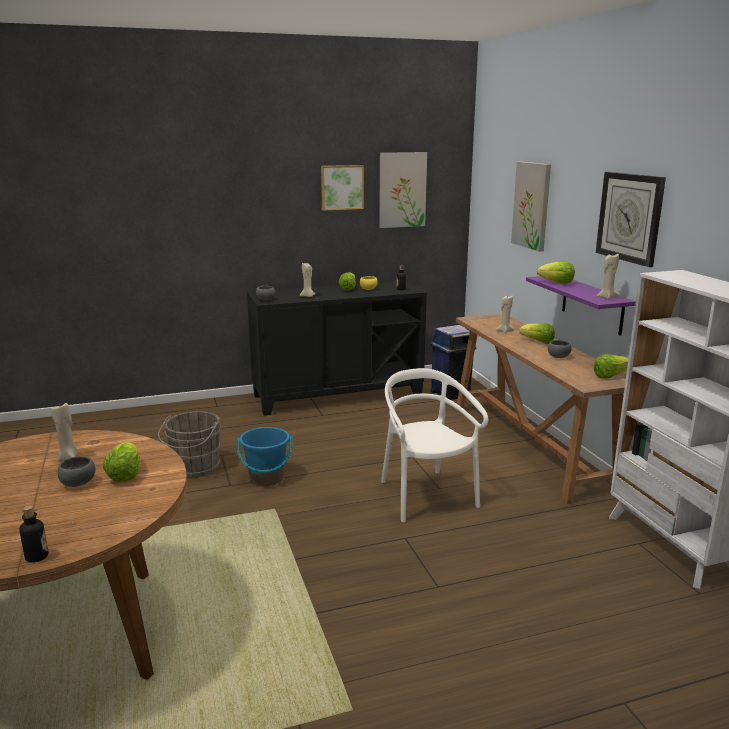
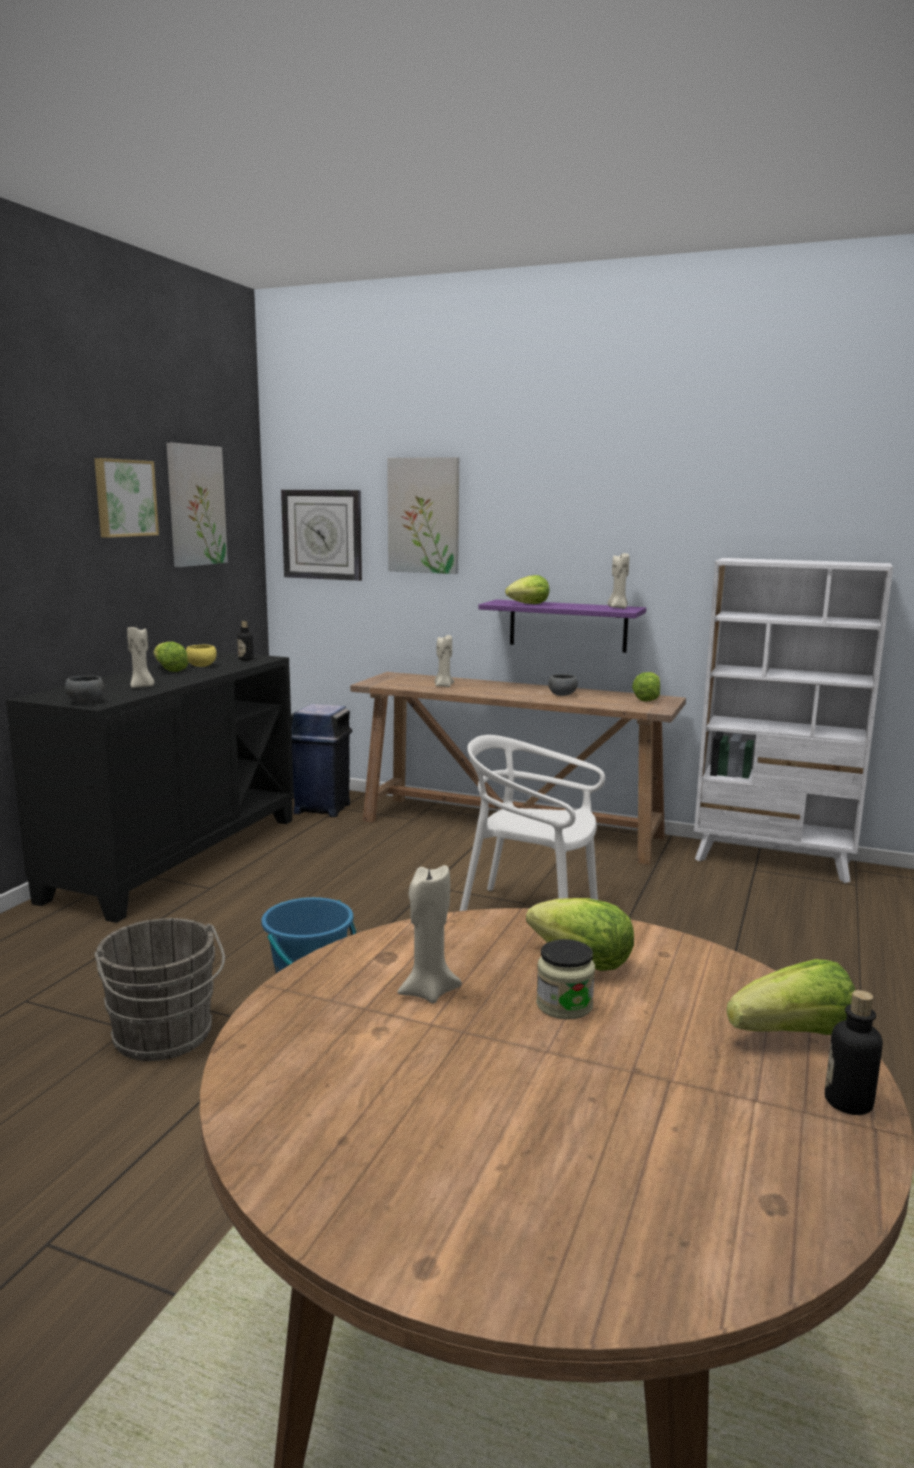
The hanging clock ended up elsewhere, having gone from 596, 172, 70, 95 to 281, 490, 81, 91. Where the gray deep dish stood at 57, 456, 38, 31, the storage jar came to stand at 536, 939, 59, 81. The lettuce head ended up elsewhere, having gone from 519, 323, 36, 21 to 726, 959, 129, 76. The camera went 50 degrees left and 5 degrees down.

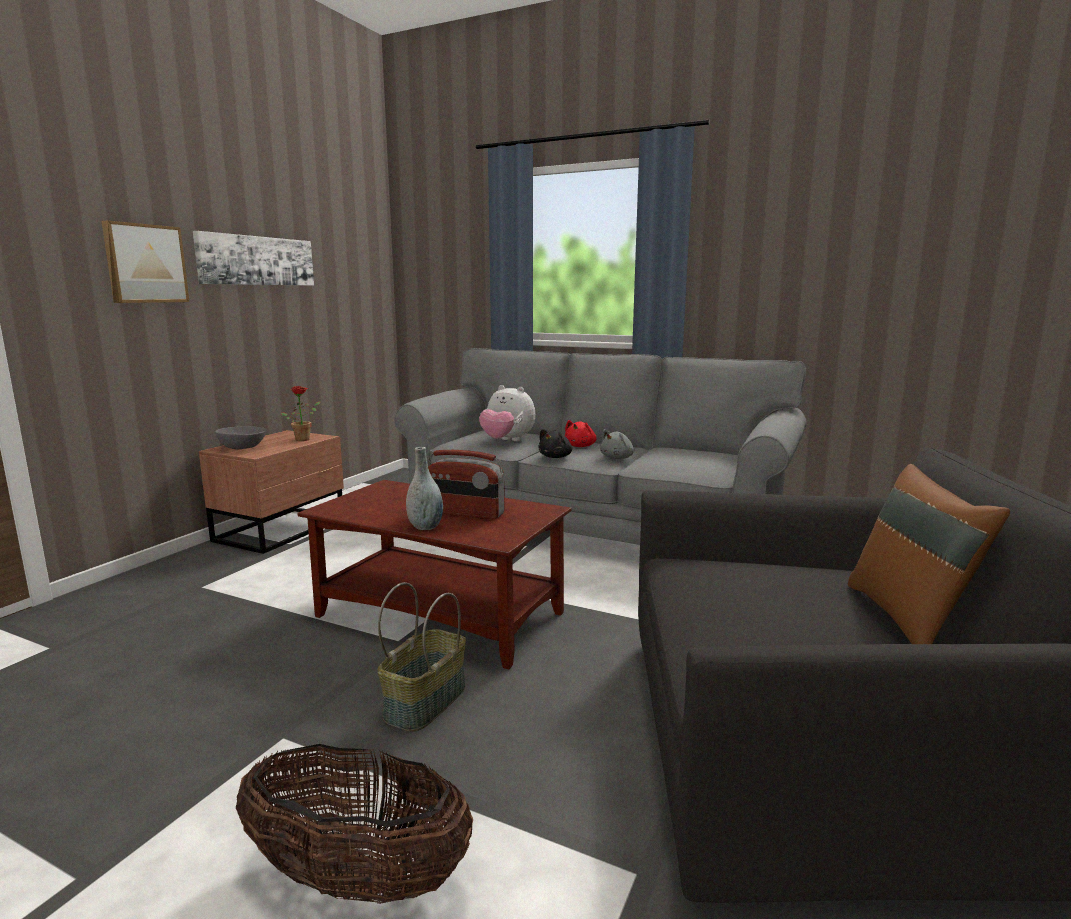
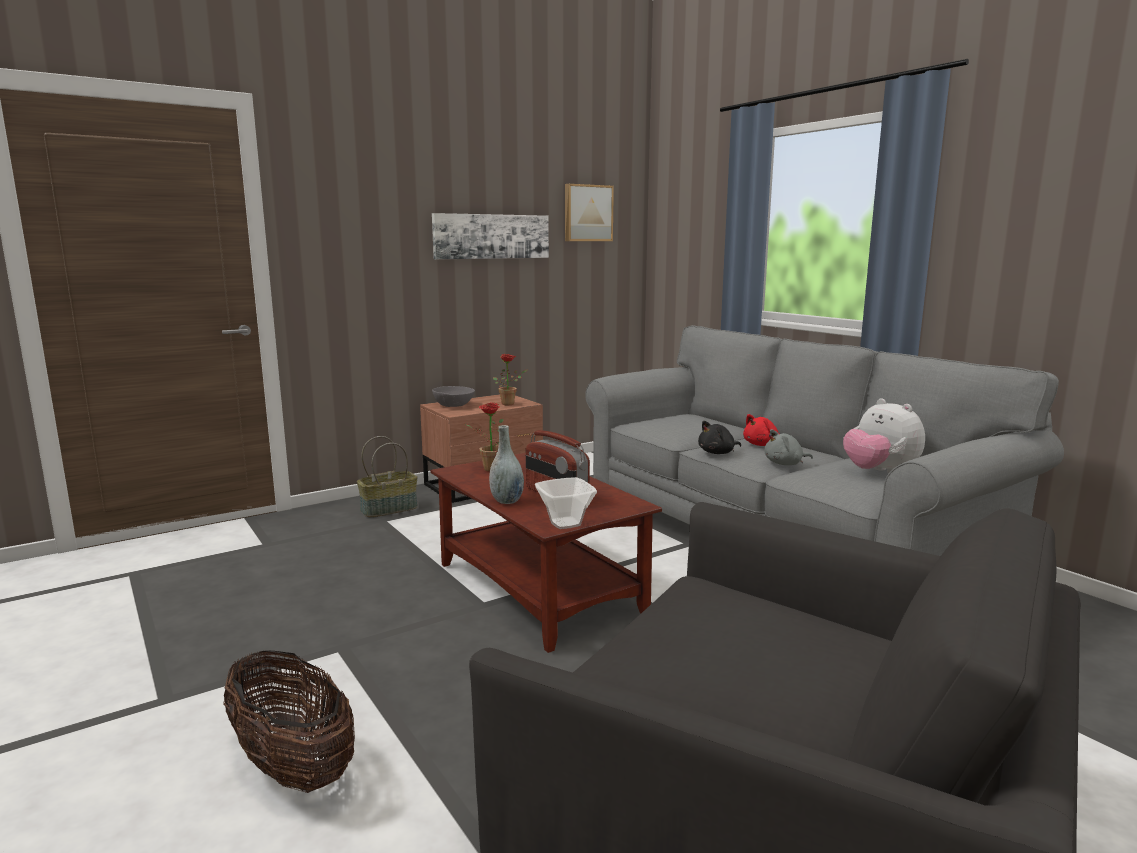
The storage basket ended up elsewhere, having gone from 377, 582, 89, 150 to 357, 436, 61, 81. The second view gained the houseplant at 465, 402, 39, 70. The second view gained the deep dish at 535, 477, 62, 52. The picture ended up elsewhere, having gone from 101, 220, 89, 83 to 565, 184, 49, 57. The soft toy ended up elsewhere, having gone from 479, 385, 56, 56 to 843, 398, 82, 75. The second view lost the brown-coloured cushion at 848, 464, 162, 180. The camera went 30 degrees right and 0 degrees up.

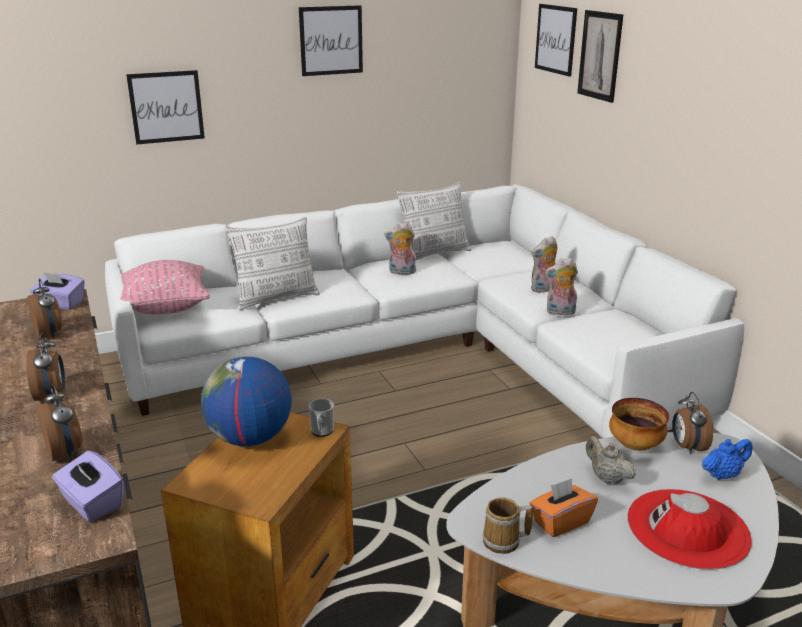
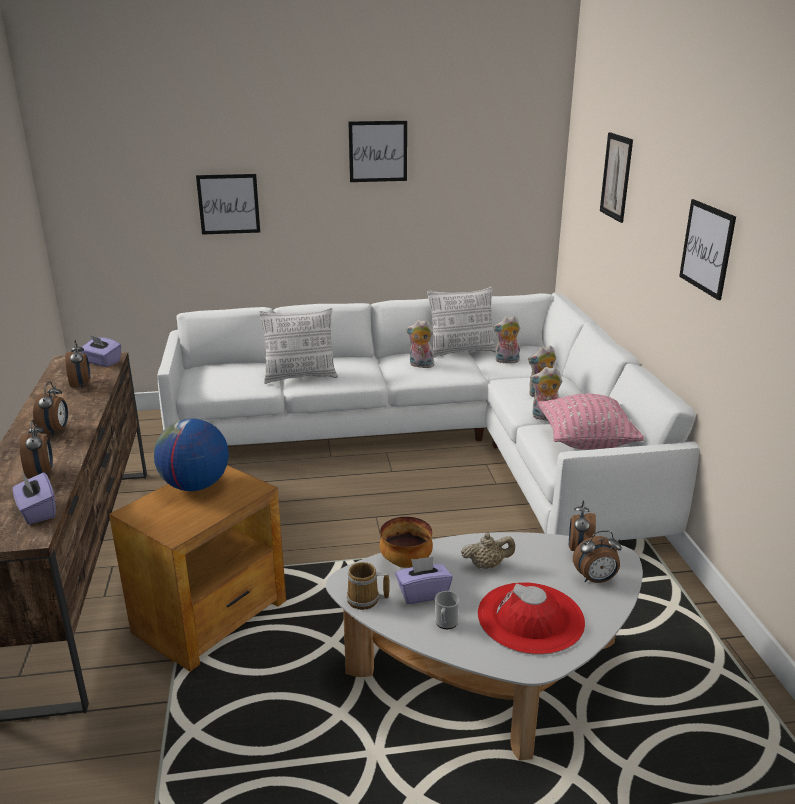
The deep dish ended up elsewhere, having gone from 609, 398, 60, 53 to 380, 517, 53, 51. What was the orange-coloured tissue box at 530, 478, 68, 59 turned into the purple tissue box at 395, 557, 58, 47. The tea mug ended up elsewhere, having gone from 308, 399, 26, 38 to 435, 591, 25, 38. The sand-coloured tea pot at 586, 436, 50, 48 ended up facing another way, 105 degrees clockwise from before. The second view gained the soft toy at 493, 316, 27, 47. The pinkish cushion ended up elsewhere, having gone from 120, 260, 90, 54 to 538, 394, 106, 56. Where the blue-coloured tea pot stood at 701, 439, 51, 41, the alarm clock came to stand at 573, 530, 49, 53. The picture ended up elsewhere, having gone from 535, 4, 42, 73 to 679, 199, 57, 101. The camera went 15 degrees right and 0 degrees up.

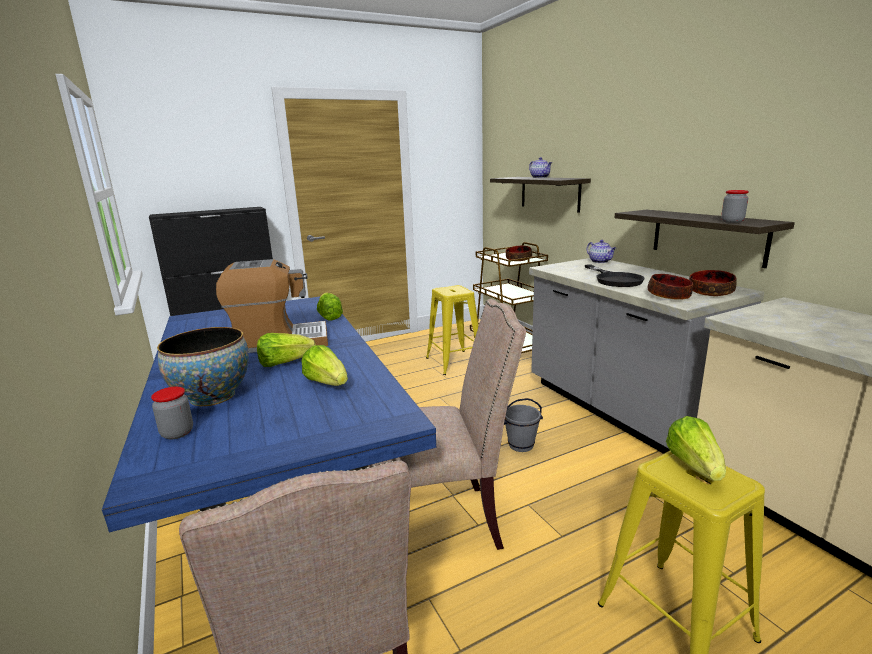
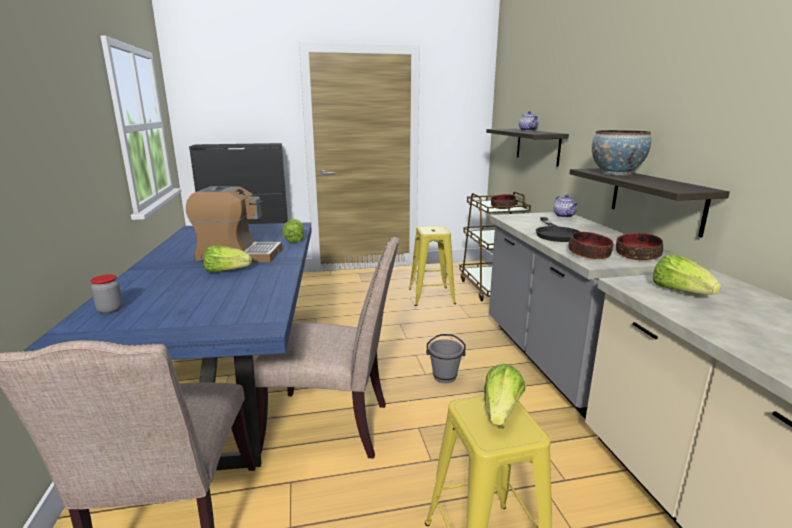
The deep dish ended up elsewhere, having gone from 157, 327, 92, 79 to 592, 130, 59, 45. The lettuce head ended up elsewhere, having gone from 301, 345, 47, 41 to 653, 254, 68, 41. The second view lost the storage jar at 721, 190, 28, 33. The camera went 15 degrees right and 0 degrees up.

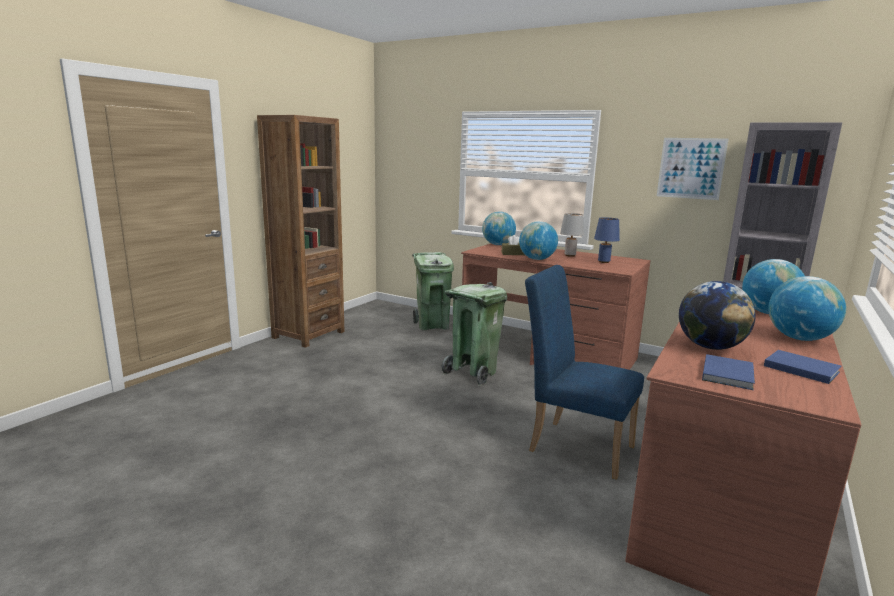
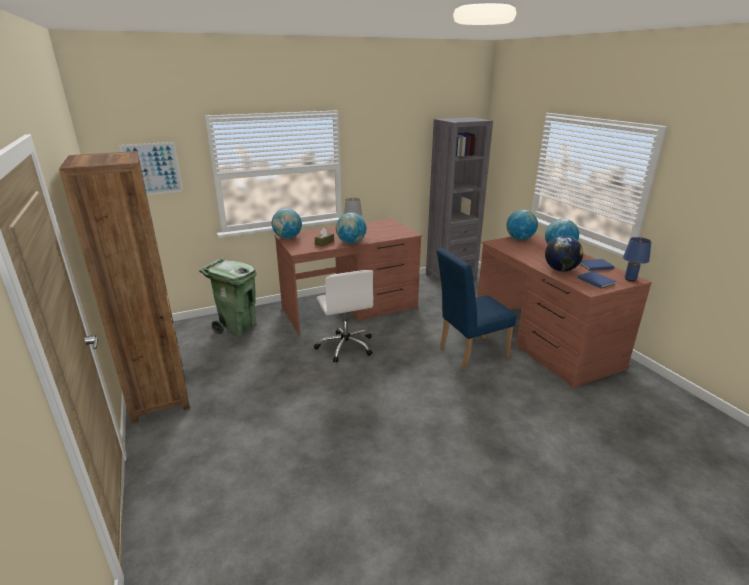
The picture ended up elsewhere, having gone from 657, 138, 72, 62 to 119, 142, 64, 53. Where the green rubbish bin stood at 441, 282, 66, 104, the whitish desk chair came to stand at 314, 270, 60, 93. The blue-coloured tabletop lamp ended up elsewhere, having gone from 594, 217, 26, 46 to 623, 237, 28, 44. The camera went 55 degrees left and 10 degrees up.

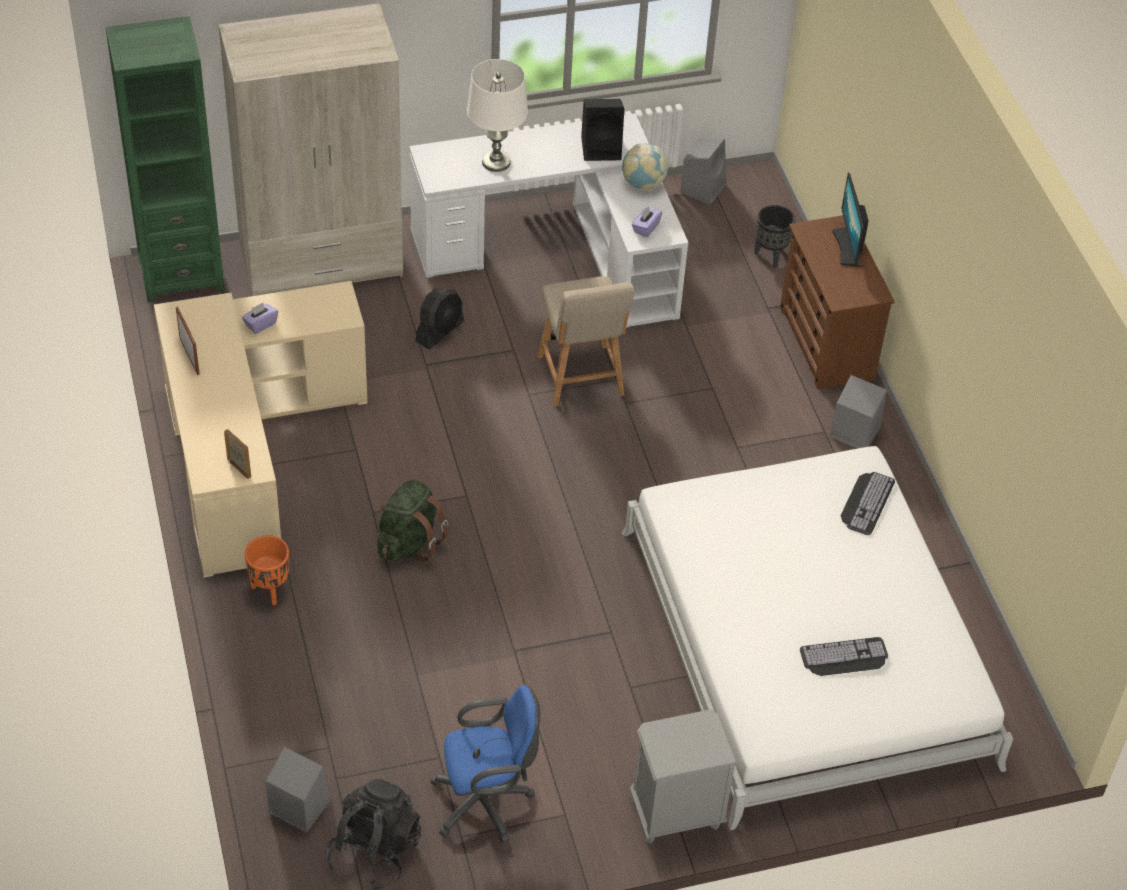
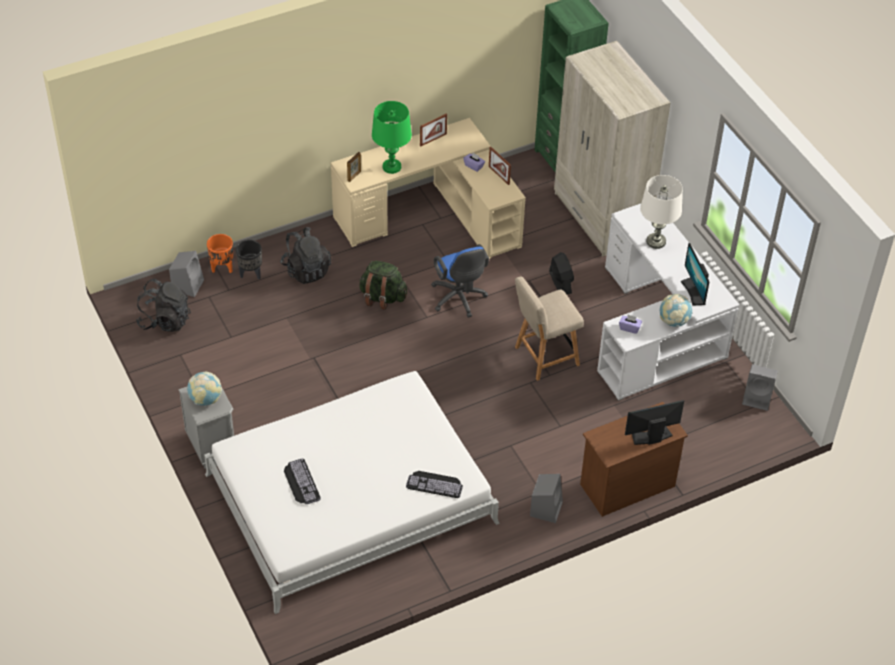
The second view gained the desk globe at 187, 371, 35, 35. The orange-coloured plant pot ended up elsewhere, having gone from 245, 535, 44, 70 to 207, 234, 26, 39. The blackish plant pot ended up elsewhere, having gone from 754, 205, 41, 63 to 236, 240, 26, 39. The second view gained the blackish rucksack at 280, 227, 51, 57. The second view gained the green tabletop lamp at 372, 101, 40, 73. The blue-coloured desk chair ended up elsewhere, having gone from 430, 685, 110, 158 to 431, 244, 58, 74. The second view gained the picture frame at 489, 147, 22, 38. The blackish electric fan at 415, 288, 49, 62 ended up facing another way, 135 degrees counterclockwise from before. Where the blackish audio speaker stood at 581, 99, 43, 62, the computer screen came to stand at 681, 243, 28, 63. The camera went 80 degrees right and 0 degrees up.

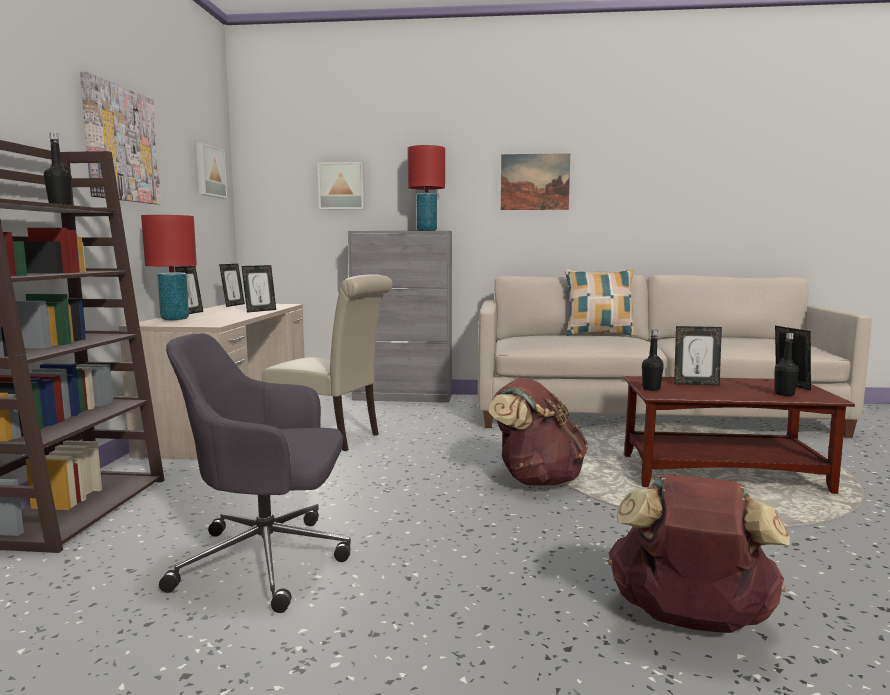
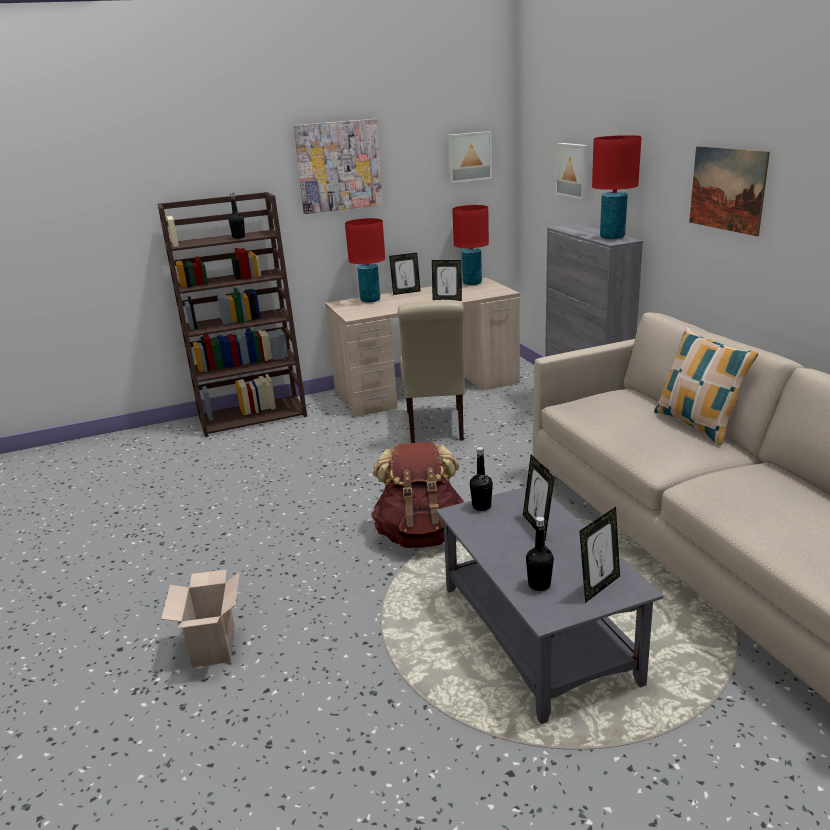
Where the brown-coloured rucksack stood at 608, 474, 181, 159, the cardboard box came to stand at 161, 569, 79, 99. What was the brown-coloured coffee table at 623, 376, 232, 118 turned into the gray coffee table at 436, 487, 228, 237. Where the picture frame stood at 219, 264, 26, 43, the red tabletop lamp came to stand at 452, 205, 37, 80. The second view lost the gray desk chair at 159, 333, 192, 280. The camera went 65 degrees right and 15 degrees up.

